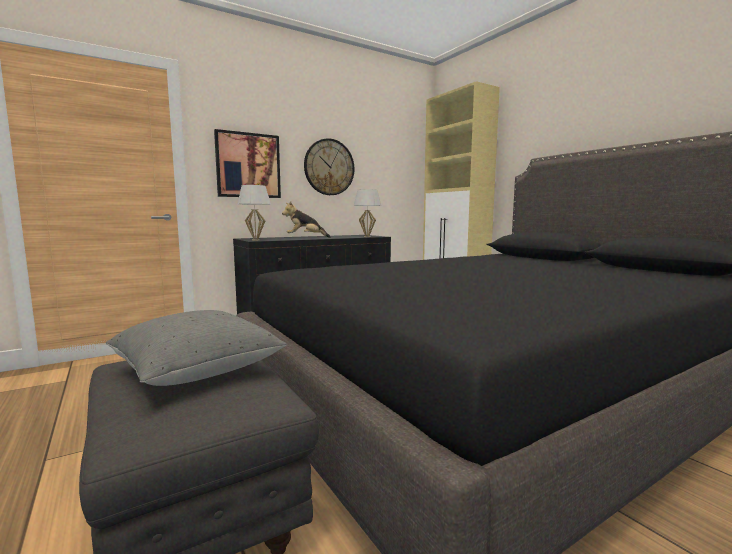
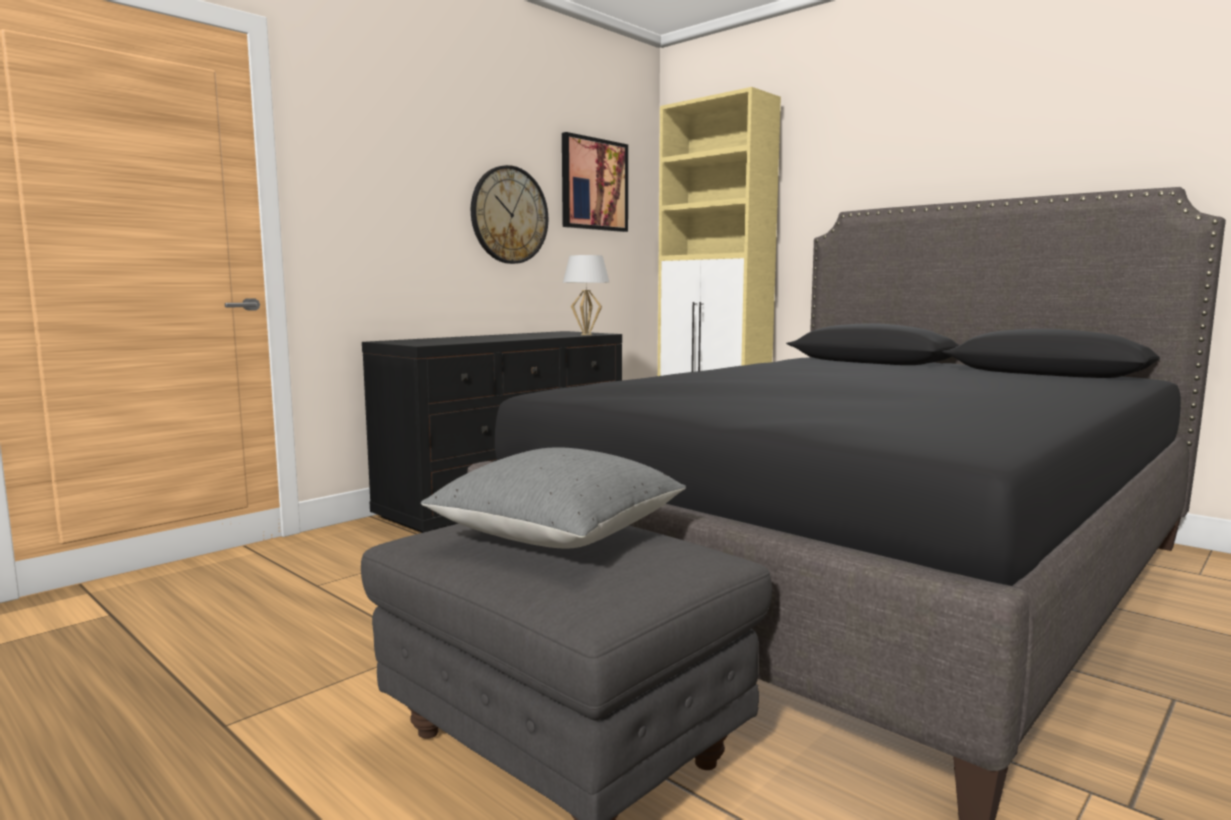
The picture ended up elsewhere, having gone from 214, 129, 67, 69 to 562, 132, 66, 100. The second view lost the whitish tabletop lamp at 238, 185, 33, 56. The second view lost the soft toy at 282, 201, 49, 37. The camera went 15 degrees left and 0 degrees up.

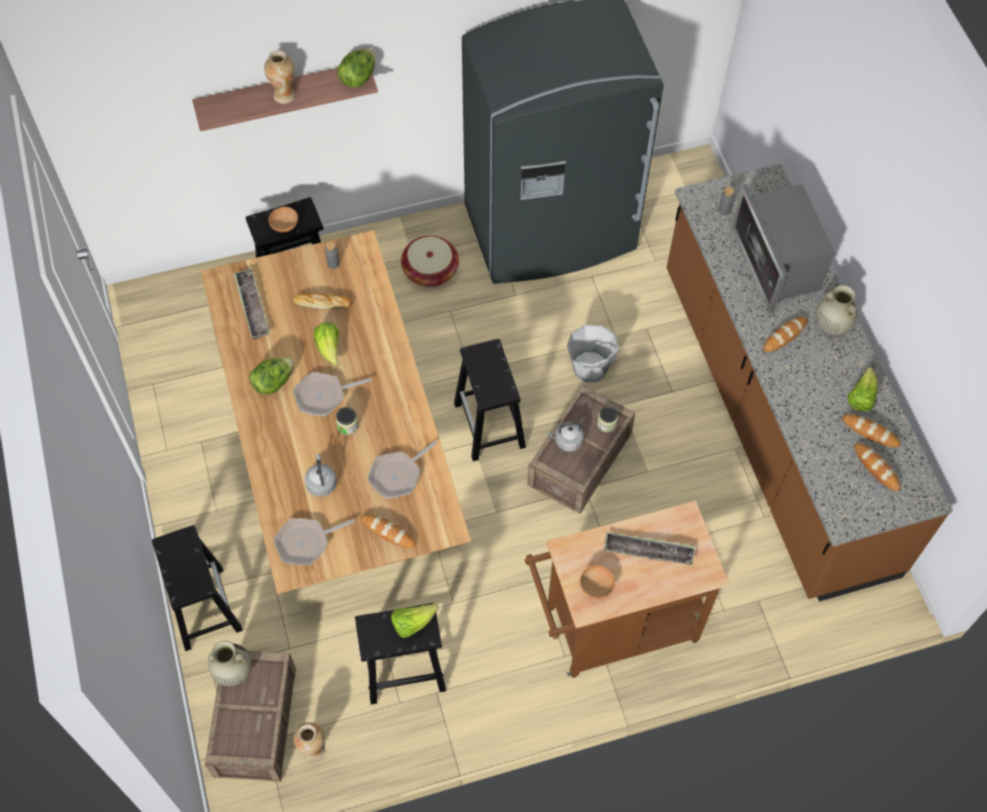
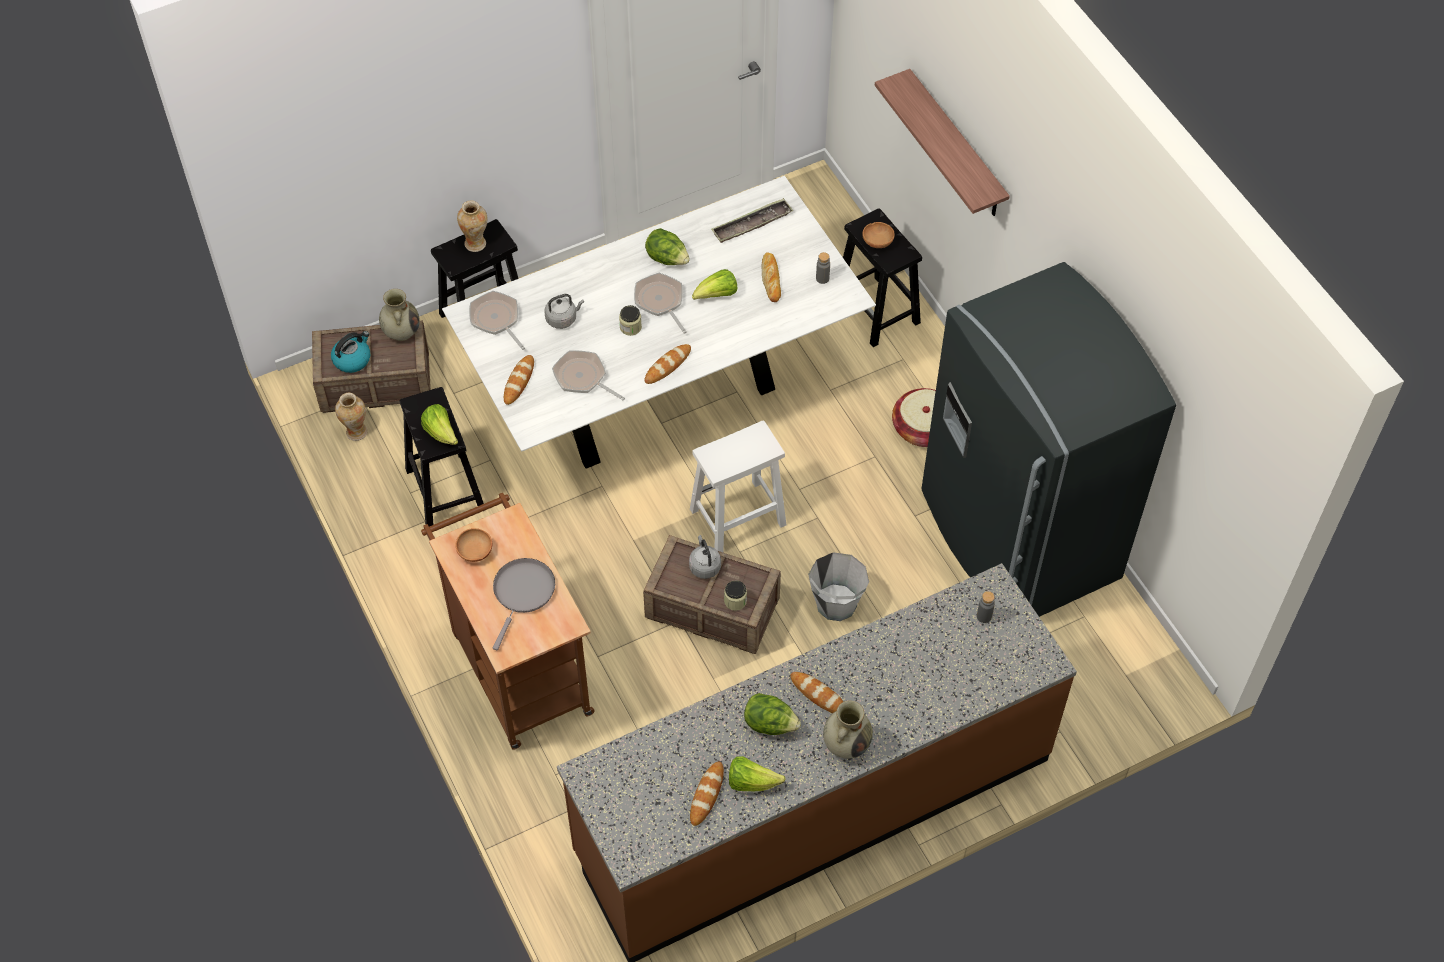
The second view gained the kettle at 331, 331, 39, 42. What was the brown-coloured dinner table at 201, 230, 270, 364 turned into the whitish dinner table at 442, 176, 434, 293. The vase ended up elsewhere, having gone from 264, 50, 31, 54 to 457, 200, 31, 52. Where the tray stood at 603, 532, 92, 33, the gray skillet came to stand at 493, 558, 62, 92. The baked bread ended up elsewhere, having gone from 855, 443, 46, 48 to 644, 344, 47, 40. What was the blackish sitting stool at 454, 339, 72, 122 turned into the whitish sitting stool at 690, 420, 96, 132. The lettuce head ended up elsewhere, having gone from 338, 49, 37, 39 to 744, 693, 57, 42. The second view lost the microwave at 732, 184, 103, 130. The camera went 80 degrees right and 5 degrees down.

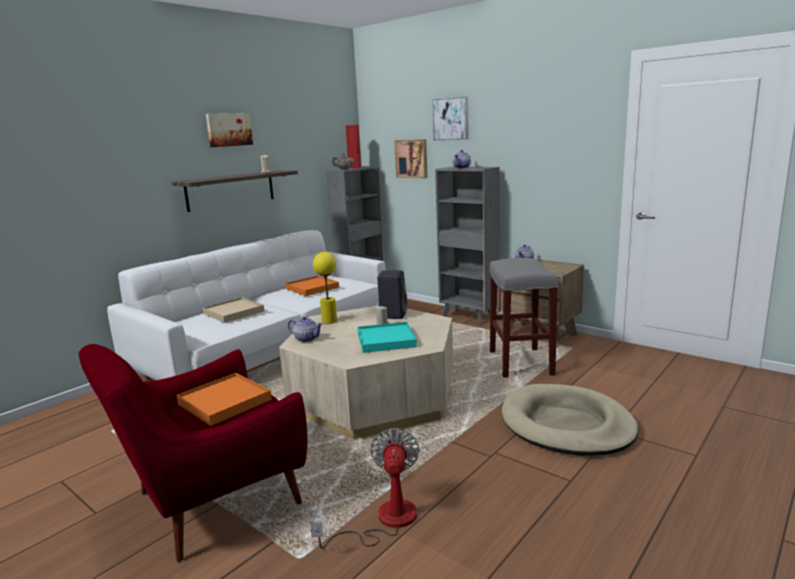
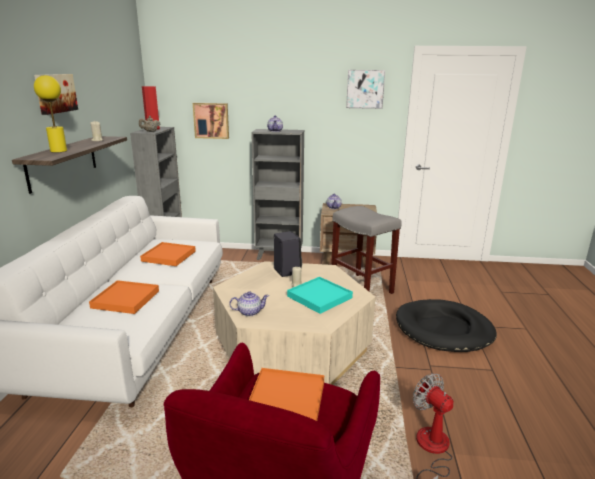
The yellow-coloured tabletop lamp ended up elsewhere, having gone from 313, 252, 24, 72 to 34, 75, 33, 78. What was the sand-coloured tray at 202, 297, 62, 26 turned into the orange-coloured tray at 89, 280, 70, 34. The picture ended up elsewhere, having gone from 432, 97, 37, 43 to 346, 70, 39, 39. What was the sand-coloured dog bed at 502, 384, 137, 72 turned into the blackish dog bed at 396, 299, 101, 53. The camera went 35 degrees left and 5 degrees up.

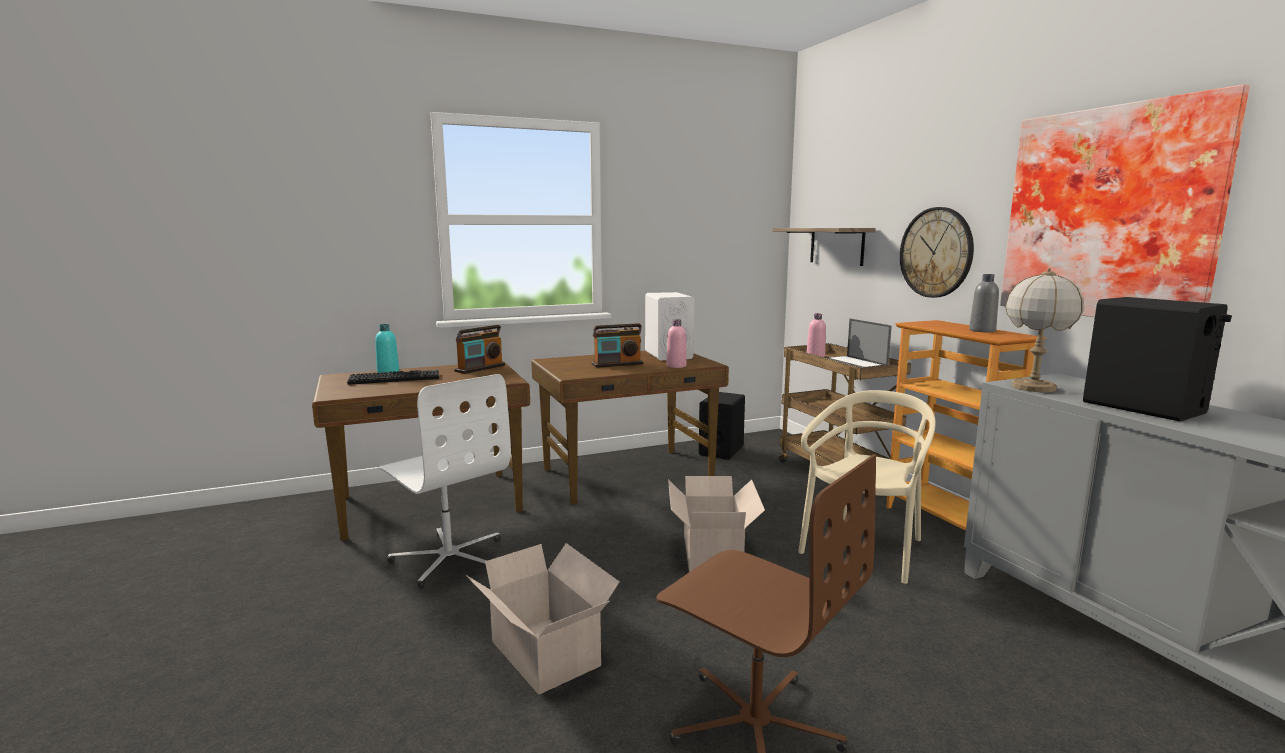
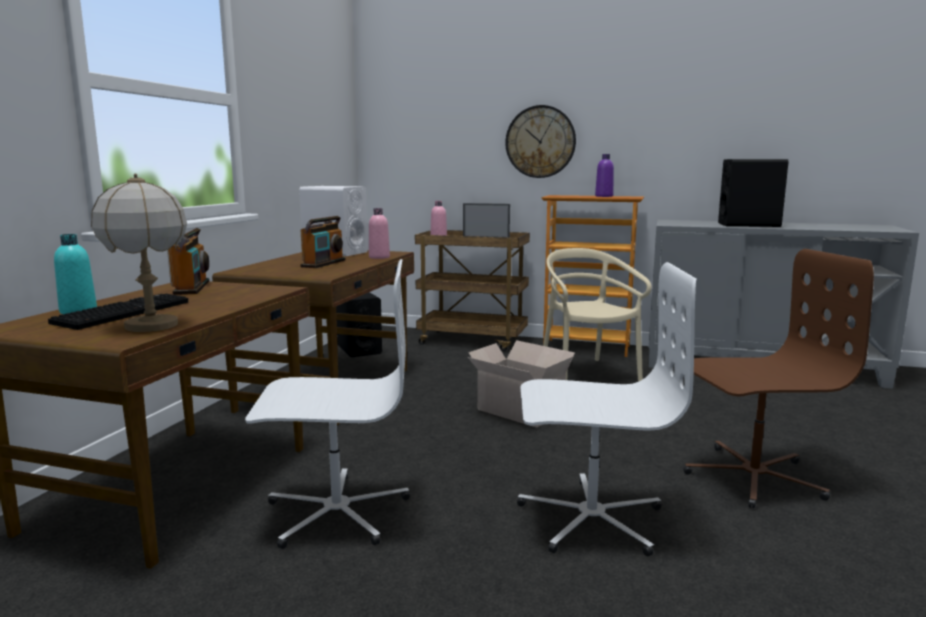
The tabletop lamp ended up elsewhere, having gone from 1005, 268, 79, 124 to 91, 173, 96, 159. Where the cardboard box stood at 466, 543, 154, 152, the whitish desk chair came to stand at 517, 262, 179, 295. What was the gray bottle at 969, 274, 30, 58 turned into the purple bottle at 595, 154, 19, 43. The second view lost the wall shelf at 773, 228, 103, 38. The second view lost the picture at 1000, 84, 250, 233. The camera went 50 degrees left and 0 degrees up.

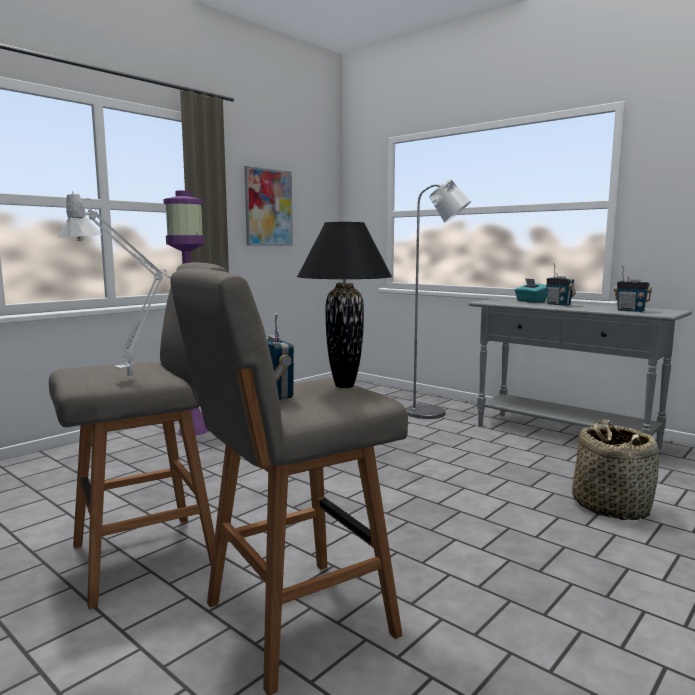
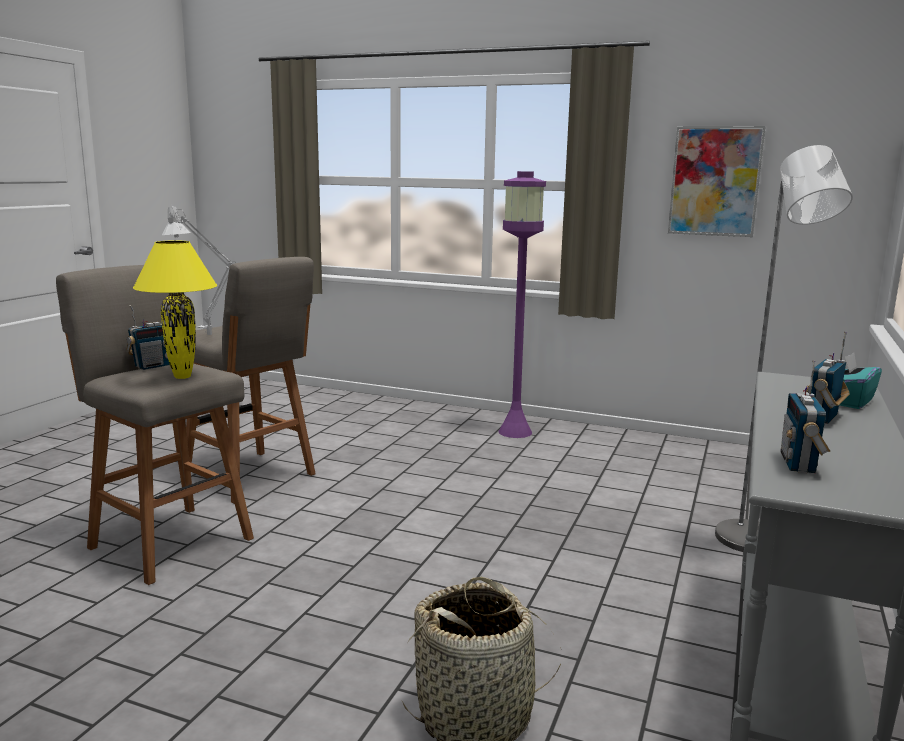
What was the blackish tabletop lamp at 297, 222, 95, 166 turned into the yellow-coloured tabletop lamp at 133, 240, 84, 139. The camera went 70 degrees right and 5 degrees up.

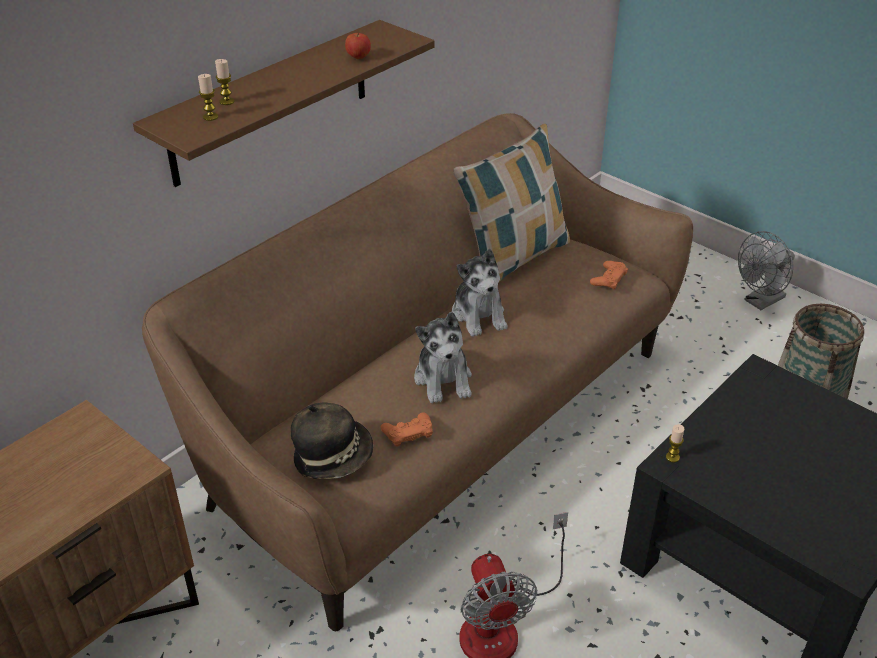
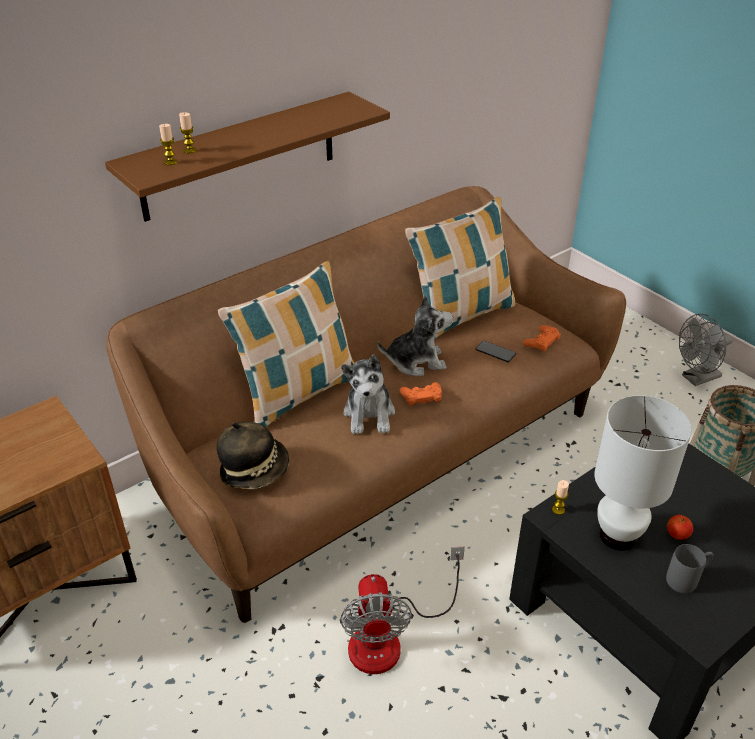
The second view gained the cushion at 218, 261, 137, 166. The soft toy at 452, 249, 56, 88 ended up facing another way, 90 degrees counterclockwise from before. The orange-coloured joypad ended up elsewhere, having gone from 380, 412, 53, 34 to 400, 382, 42, 24. The second view gained the telephone at 476, 341, 40, 21. The second view gained the whitish tabletop lamp at 594, 395, 98, 156. The second view gained the gray tea mug at 666, 544, 47, 49. The apple fruit ended up elsewhere, having gone from 345, 33, 26, 26 to 667, 515, 26, 25. The camera went 10 degrees right and 0 degrees up.

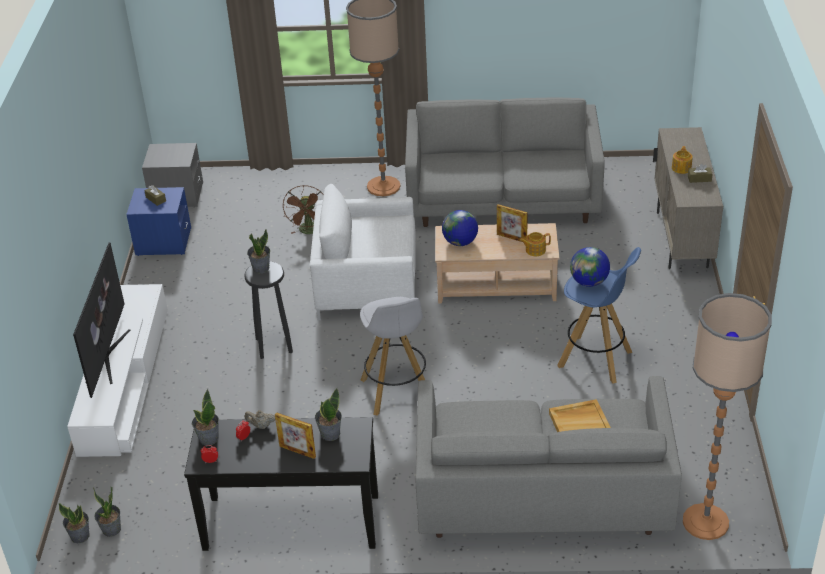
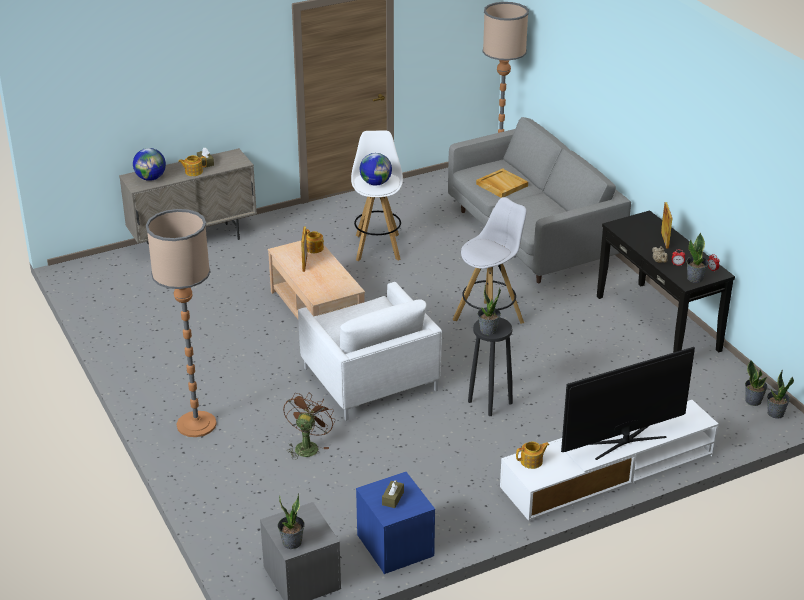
The desk globe ended up elsewhere, having gone from 442, 210, 36, 36 to 133, 148, 33, 33. The houseplant ended up elsewhere, having gone from 315, 388, 27, 53 to 278, 493, 27, 56. The brown-coloured electric fan at 283, 185, 41, 49 ended up facing another way, 45 degrees counterclockwise from before. What was the blue-coloured sitting stool at 557, 247, 84, 136 turned into the whitish sitting stool at 351, 130, 52, 131. The second view gained the tea pot at 516, 442, 33, 27. The second view lost the gray sofa at 405, 98, 200, 129. The camera went 120 degrees left and 5 degrees down.

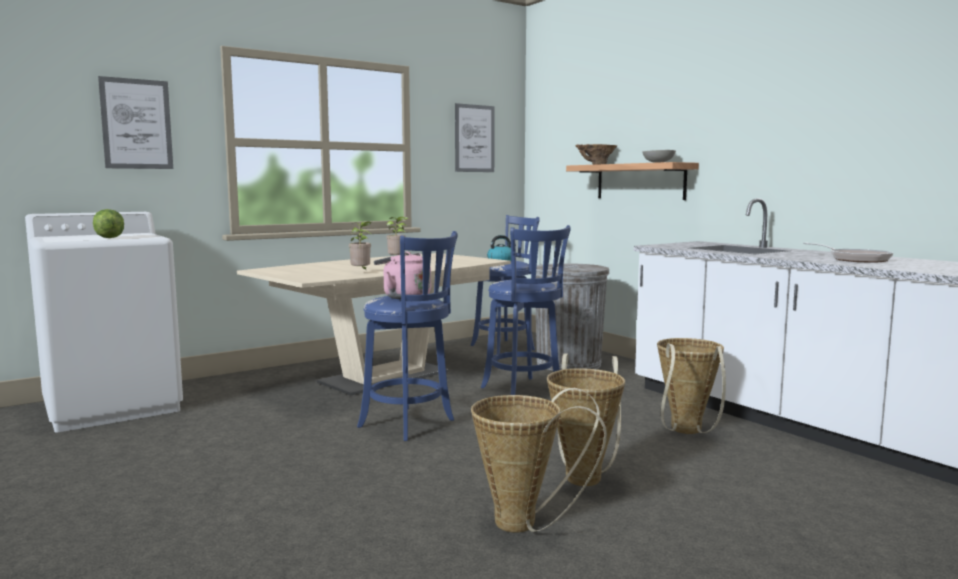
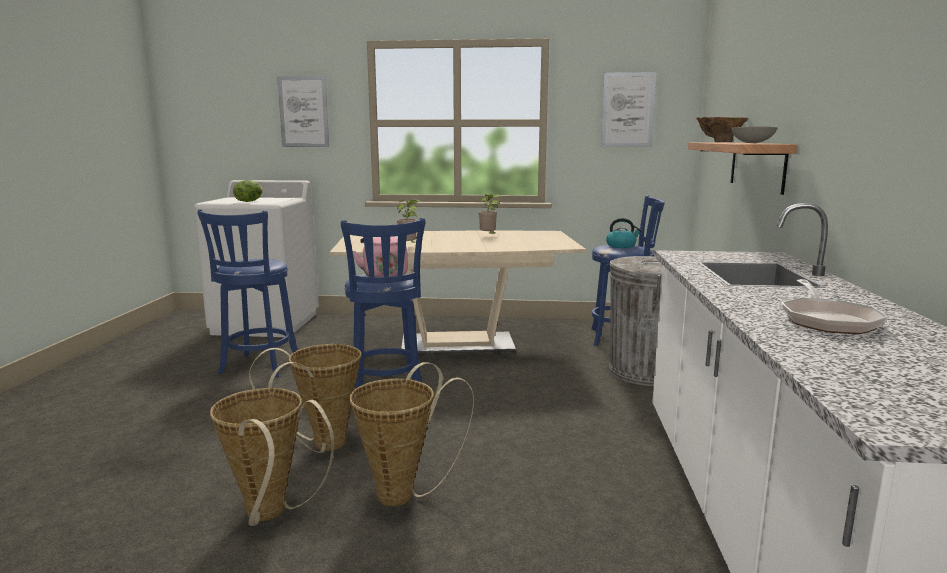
The blue-coloured sitting stool ended up elsewhere, having gone from 481, 225, 90, 170 to 197, 209, 101, 168. The storage basket ended up elsewhere, having gone from 657, 338, 69, 96 to 249, 344, 112, 109. The camera went 40 degrees right and 5 degrees up.

